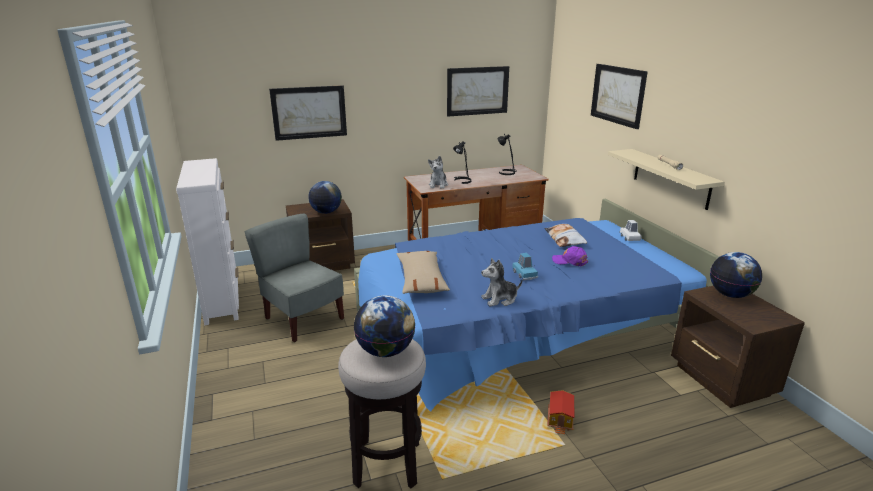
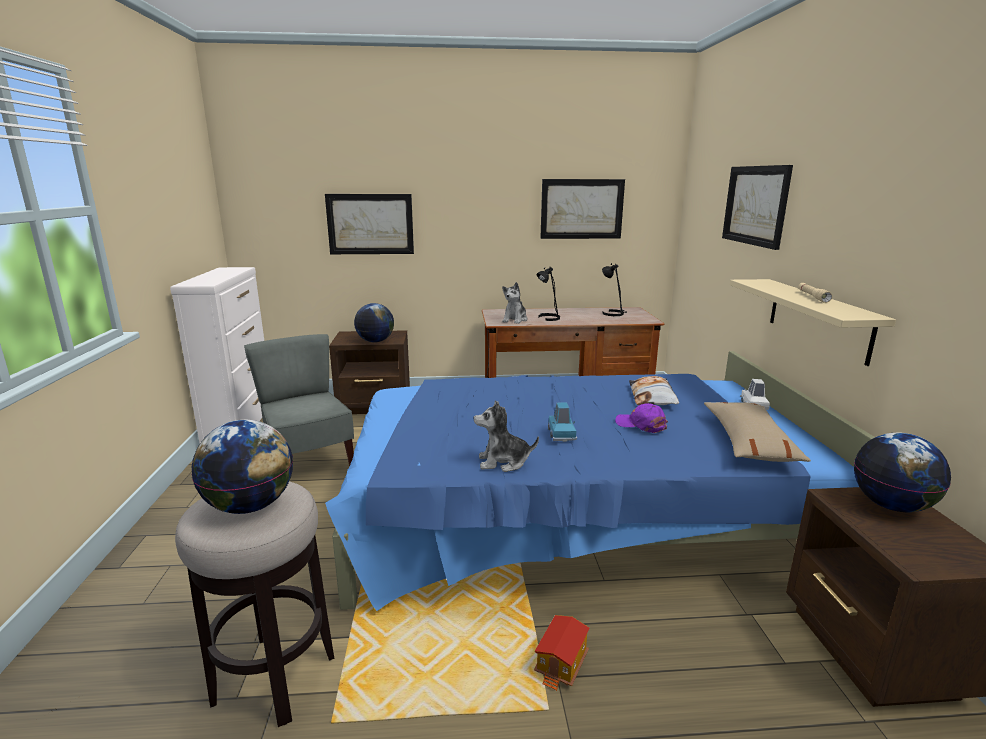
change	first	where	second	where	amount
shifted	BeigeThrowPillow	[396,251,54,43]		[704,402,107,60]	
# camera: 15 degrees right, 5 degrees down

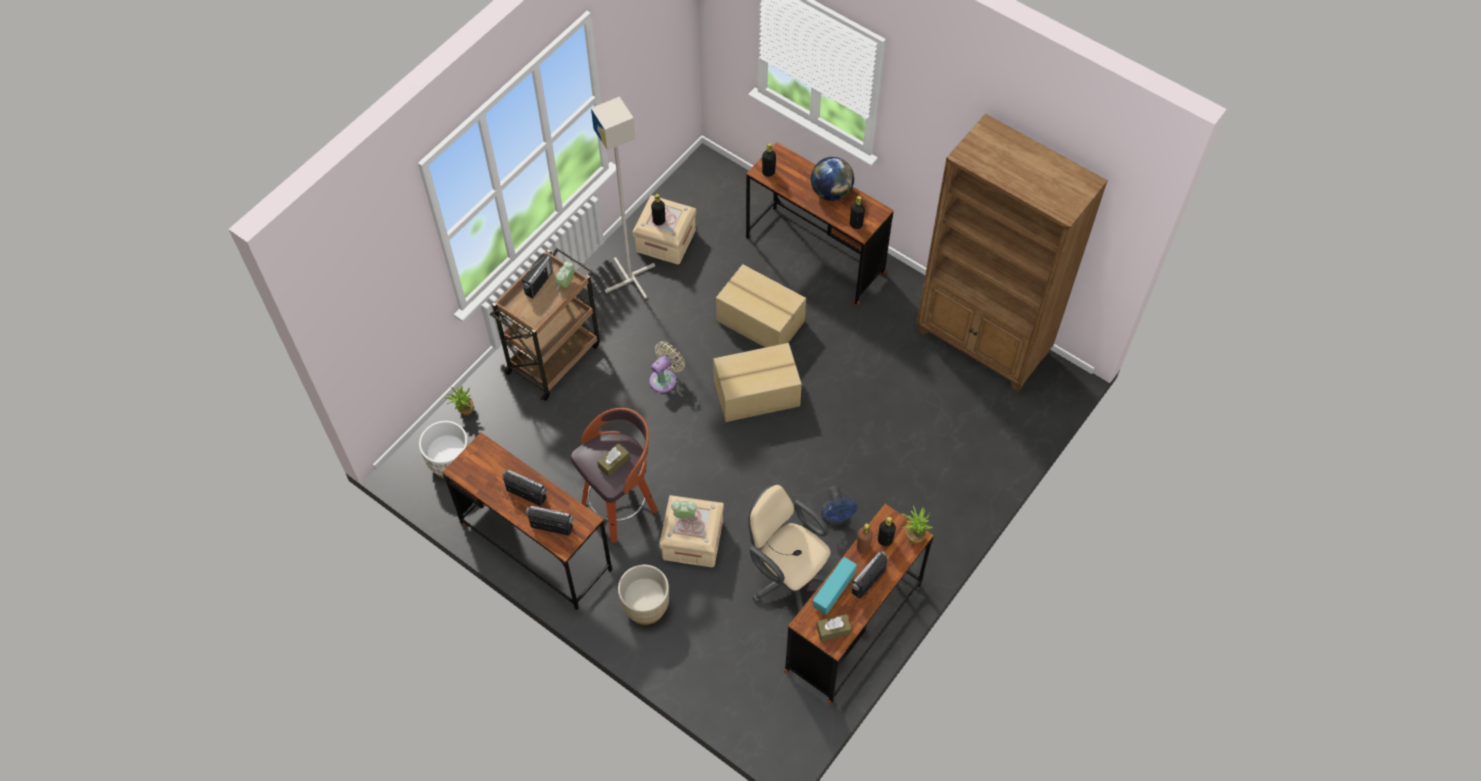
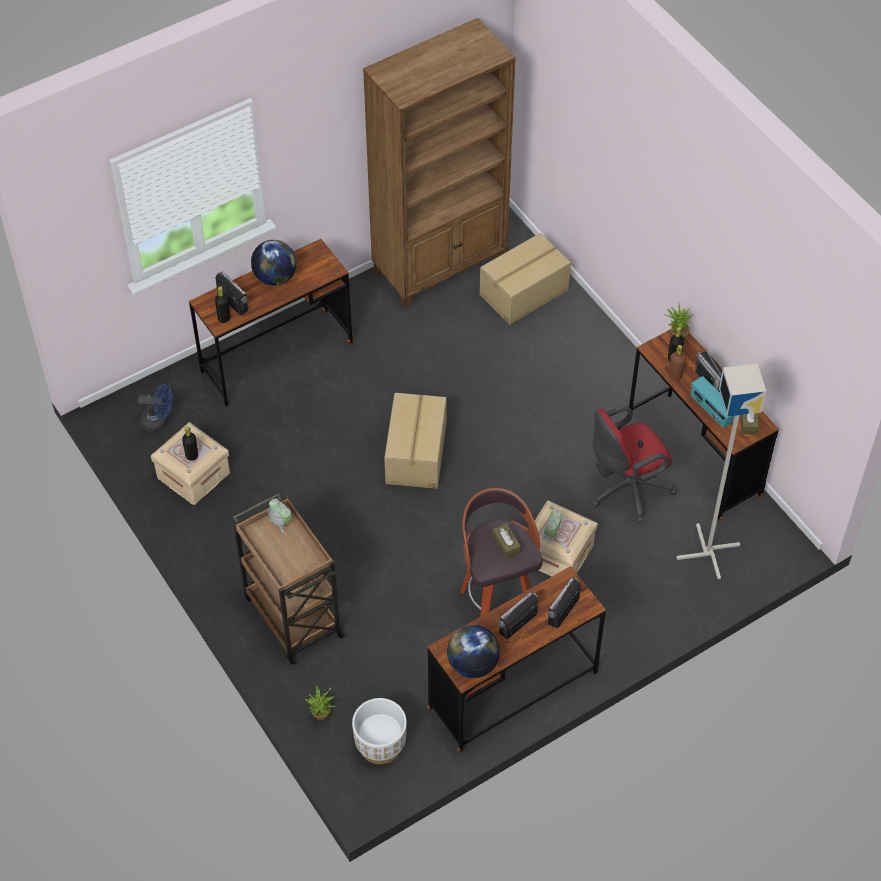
change	first	where	second	where	amount
shifted	BluishElectricFan	[821,486,37,40]		[138,384,34,48]	
shifted	Radio	[522,253,31,45]		[215,272,33,43]	
new			WorldGlobe	[447,625,53,53]	
shifted	CardboardBox	[716,264,90,84]		[480,233,91,92]	
repainted	BeigeComputerChair	[748,484,83,129]	ReddishComputerChair	[591,406,86,117]	
shifted	GrayStandardLamp	[591,97,64,202]		[676,363,90,216]	
gone	BeigePlanter	[618,565,51,60]			
gone	BeigeElectricFan	[649,341,36,52]			
gone	BlackBottle	[850,196,15,33]			
# camera: 70 degrees left, 5 degrees down

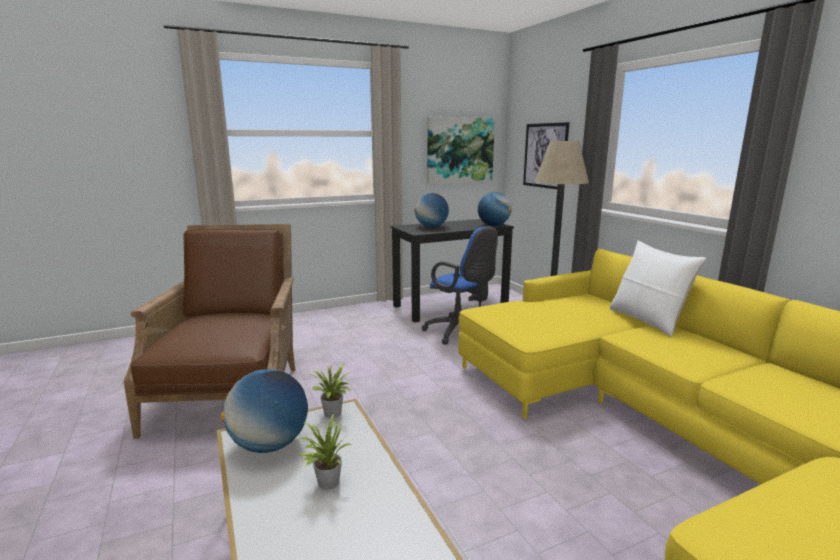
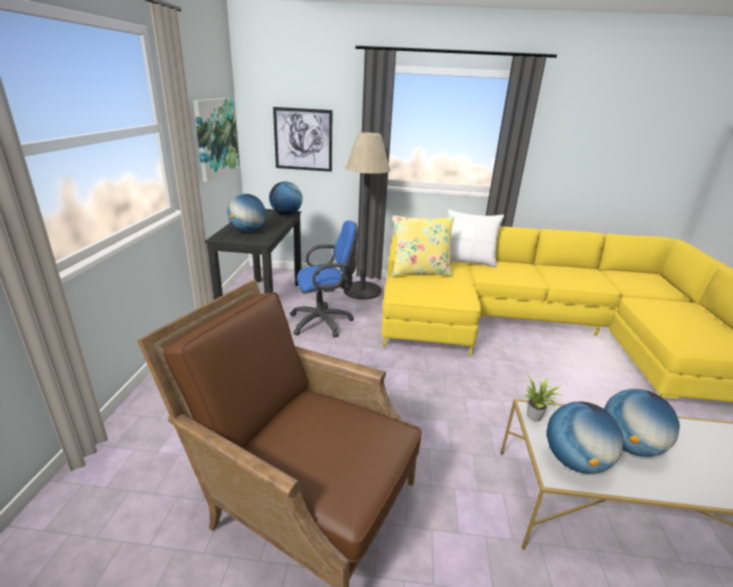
change	first	where	second	where	amount
new			YellowThrowPillow	[391,215,64,62]	
swapped	PlantInAPot	[296,413,55,77]	WorldGlobe	[604,389,76,68]	
# camera: 60 degrees left, 10 degrees up

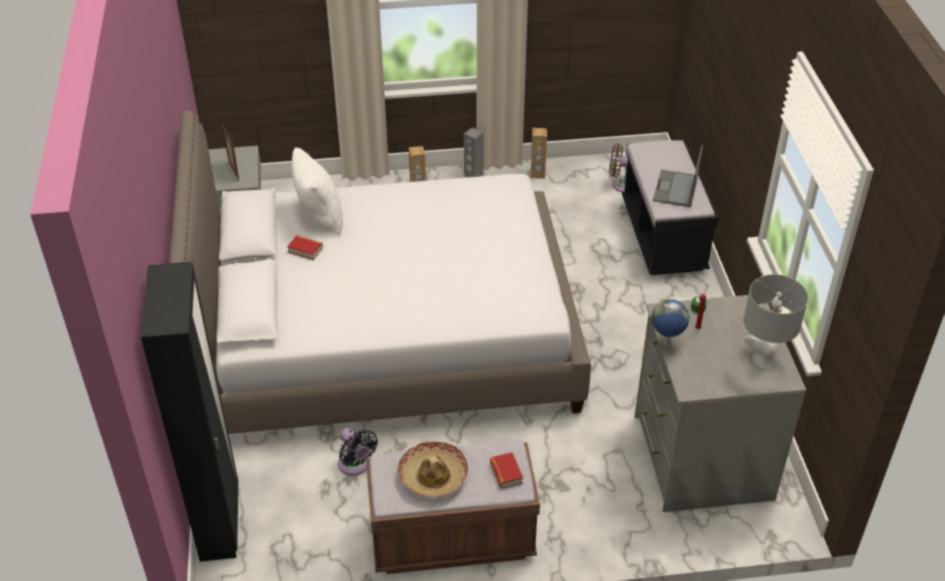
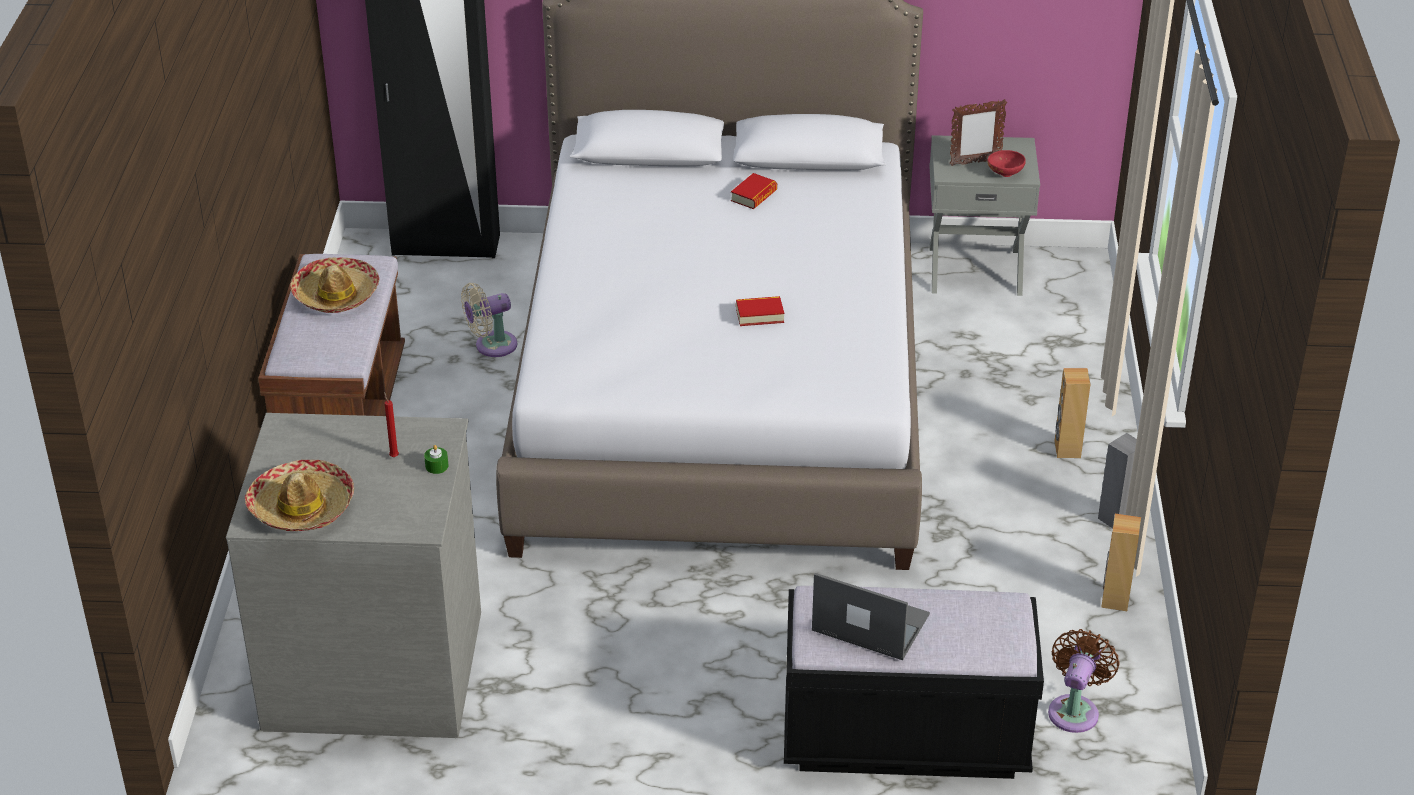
change	first	where	second	where	amount
swapped	GrayTableLamp	[744,274,64,95]	WearableHat	[245,460,109,71]	
repainted	BlackElectricFan	[338,428,40,48]	BeigeElectricFan	[461,283,56,74]	
shifted	Volume	[490,452,33,37]		[736,296,48,30]	
new			ReddishServingBowl	[987,150,39,27]	
gone	WhitishThrowPillow	[292,148,51,87]			
gone	WorldGlobe	[651,299,38,47]			
# camera: 100 degrees right, 5 degrees down

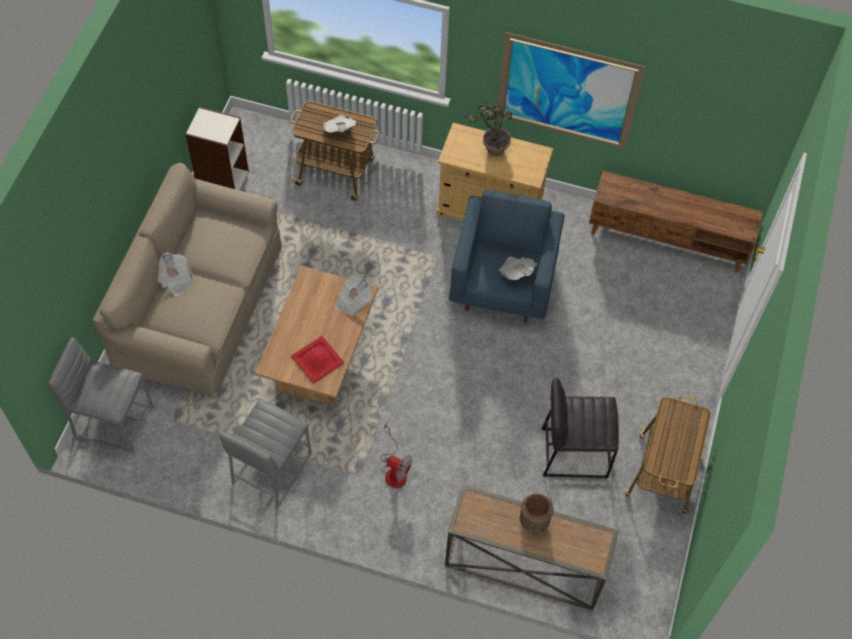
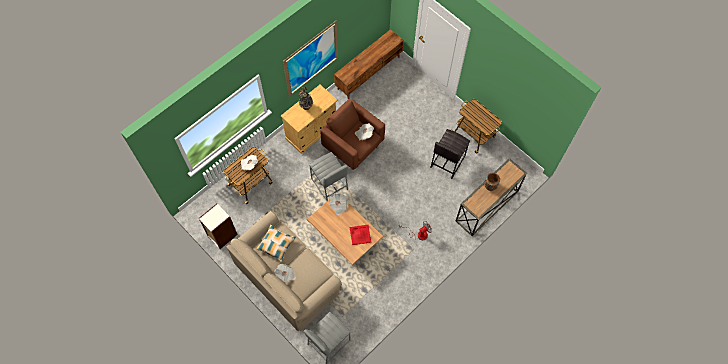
change	first	where	second	where	amount
new			ThrowPillow	[256,225,40,37]	
shifted	GraySittingStool	[219,400,93,108]		[309,152,39,49]	
repainted	BluishArmchair	[449,190,116,132]	BrownishArmchair	[320,99,65,71]	
# camera: 60 degrees left, 5 degrees up

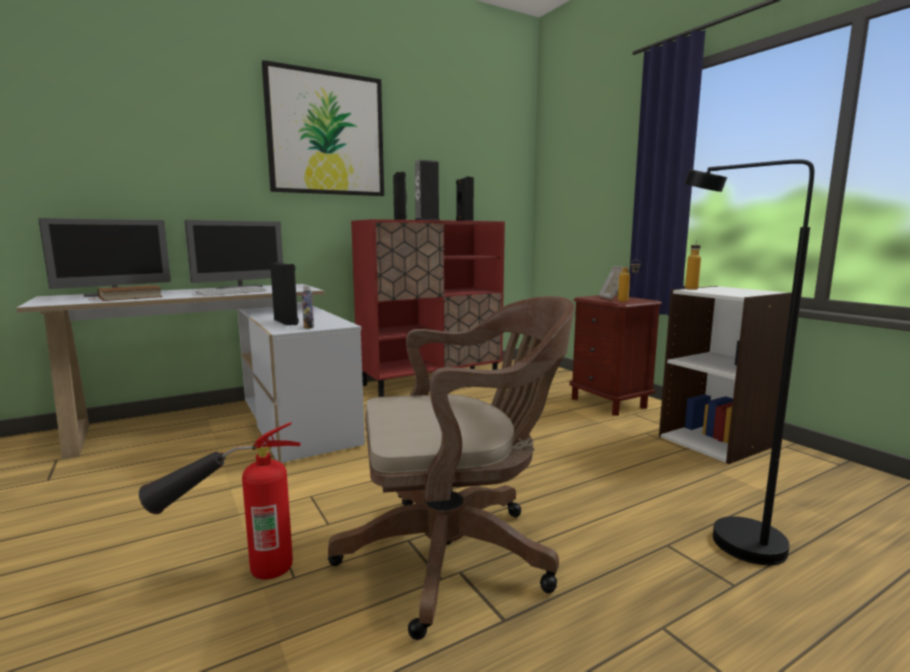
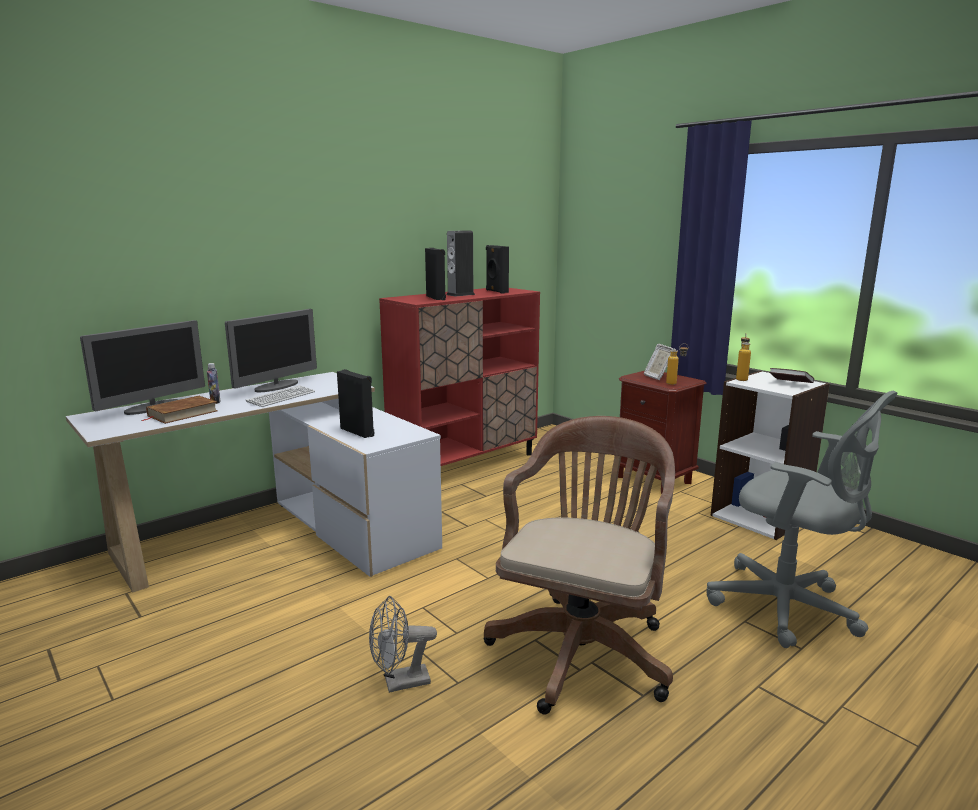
change	first	where	second	where	amount
shifted	Bottle	[302,286,12,43]		[207,363,13,41]	
swapped	FireFightingCylinder	[139,422,162,157]	GrayElectricFan	[369,596,68,97]	
rotated	BrownishComputerChair	[328,296,246,344]		[484,416,191,298]	45 degrees counterclockwise
swapped	BlackStandardLamp	[684,160,130,405]	GrayComputerChair	[707,391,190,257]	
new			Volume	[770,368,44,15]	
gone	WallArt	[262,60,122,136]			
# camera: 10 degrees left, 5 degrees up

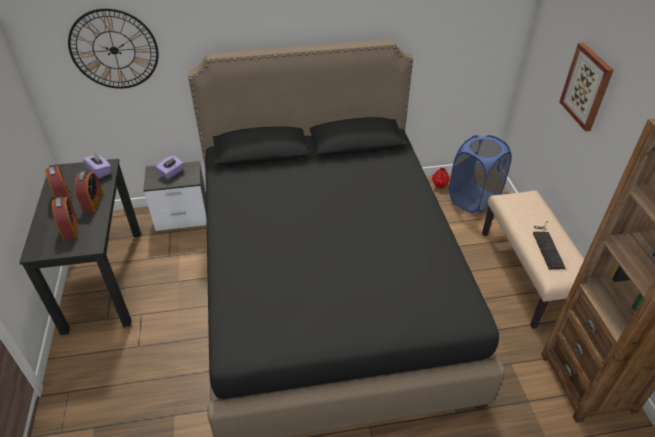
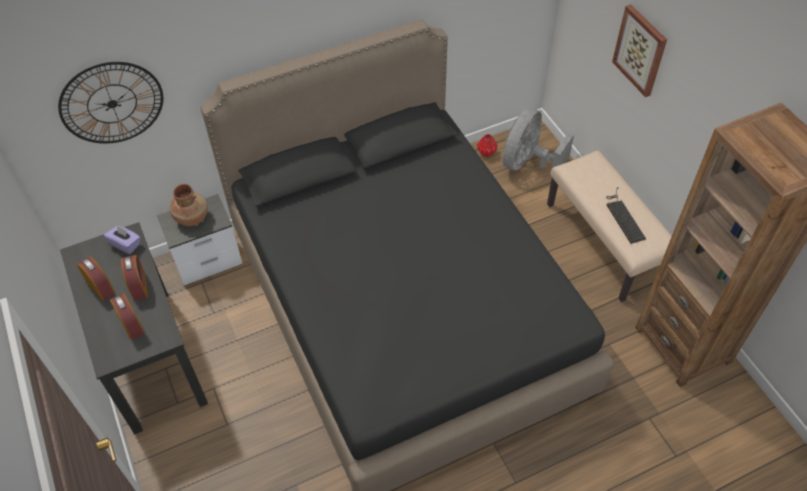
change	first	where	second	where	amount
swapped	PurpleColouredBoxOfTissues	[156,155,27,24]	BrownishDecorativeVase	[170,184,38,42]	
swapped	BluishLaundryBasket	[449,135,63,78]	GrayElectricFan	[503,108,71,68]	
# camera: 15 degrees left, 10 degrees up

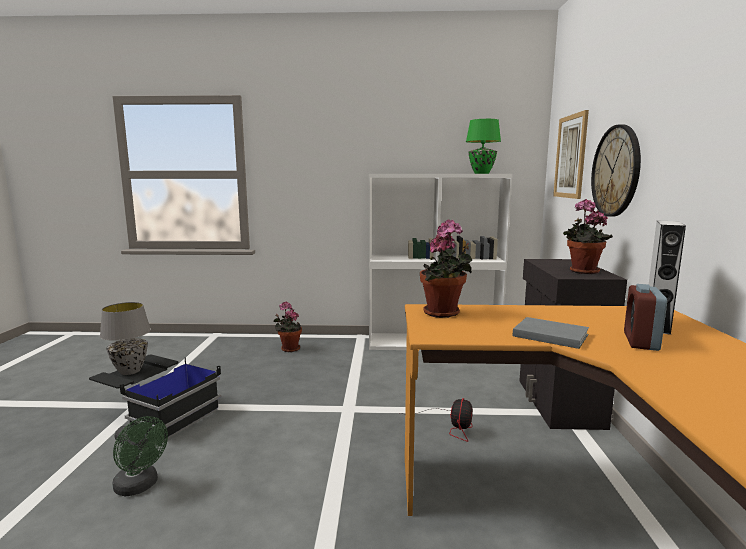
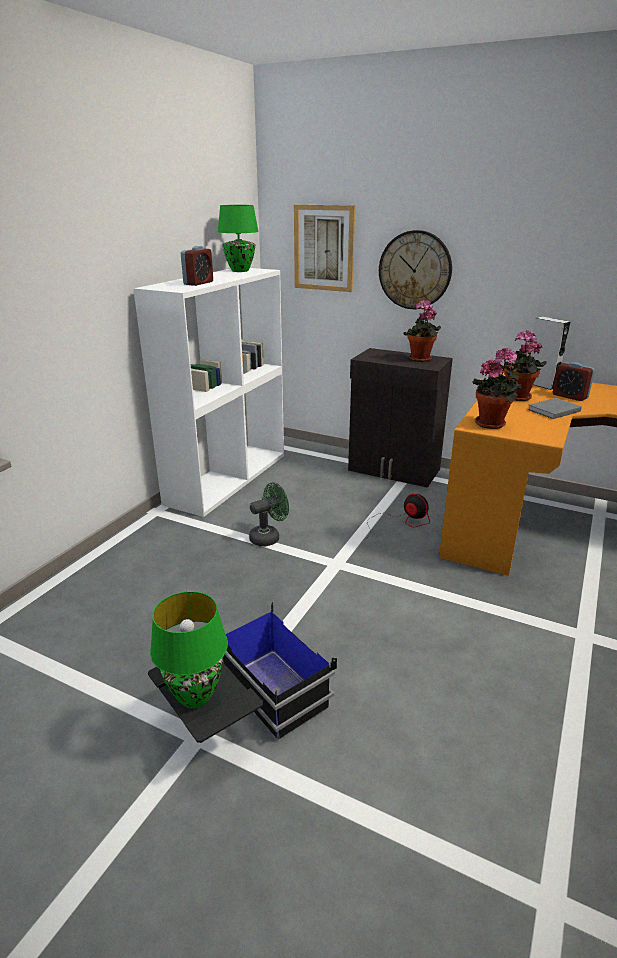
change	first	where	second	where	amount
repainted	GrayTableLamp	[100,302,51,73]	GreenColouredTableLamp	[150,591,78,117]	
new			AlarmClock	[181,246,32,40]	
shifted	GreenColouredElectricFan	[112,416,56,80]		[249,482,40,64]	
shifted	PlantInAPot	[274,301,28,51]		[501,330,46,71]	
# camera: 65 degrees left, 15 degrees up

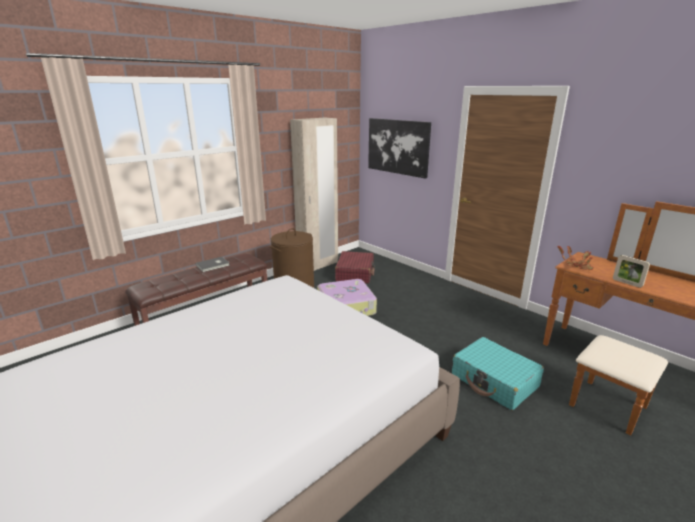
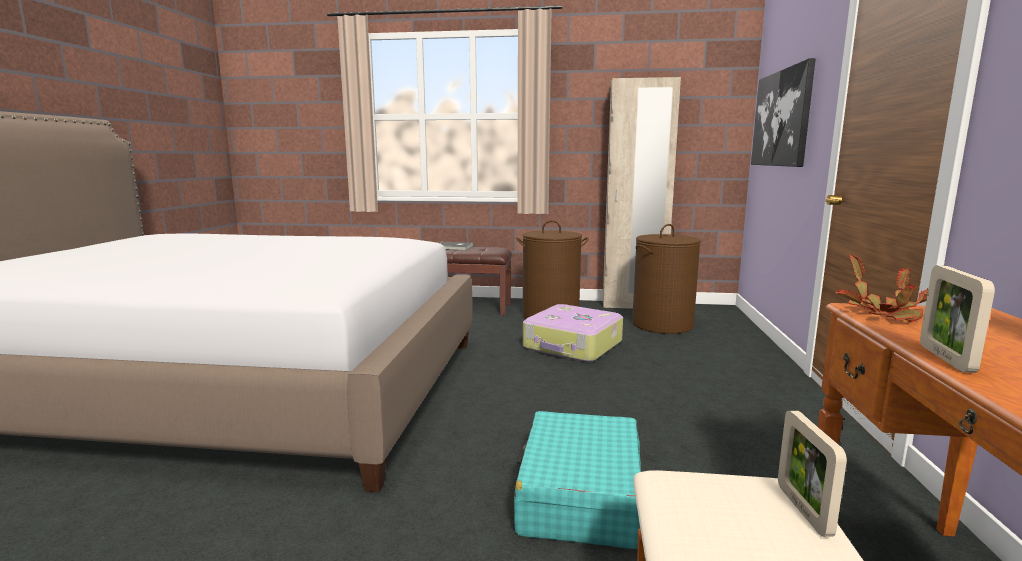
change	first	where	second	where	amount
swapped	ReddishTravelCase	[335,251,40,33]	BrownishLaundryBasket	[632,224,69,110]	
new			PhotoFrame	[778,411,69,126]	
# camera: 50 degrees right, 10 degrees down

